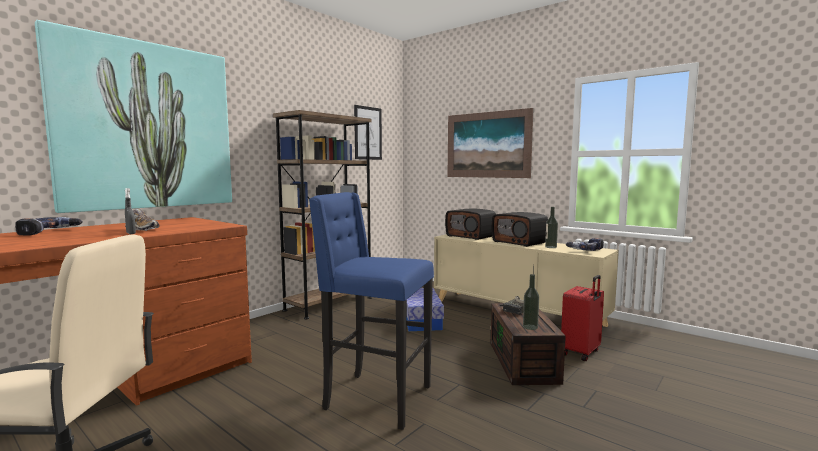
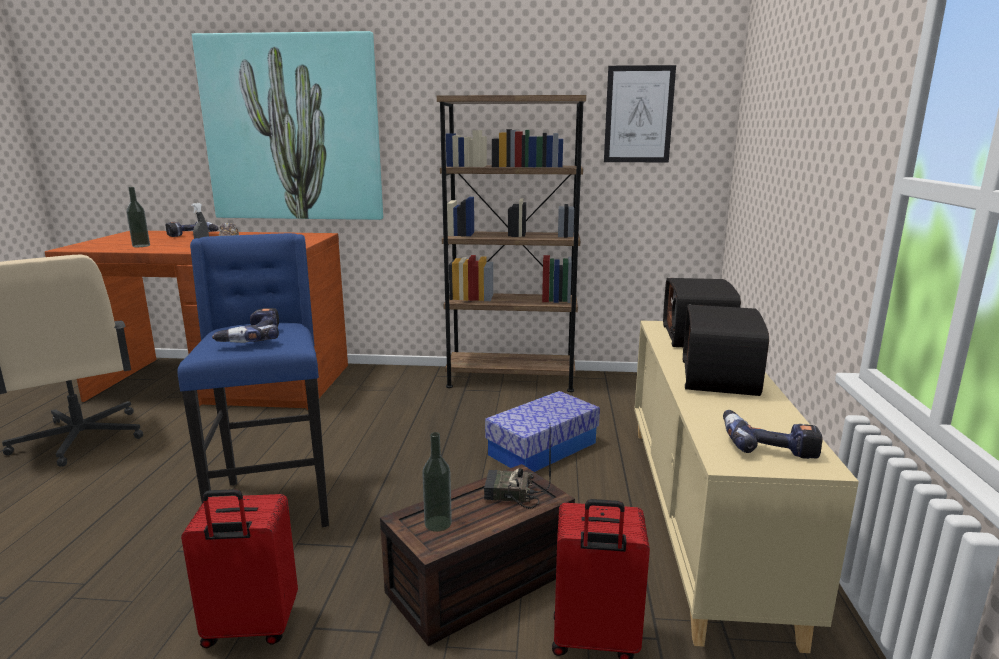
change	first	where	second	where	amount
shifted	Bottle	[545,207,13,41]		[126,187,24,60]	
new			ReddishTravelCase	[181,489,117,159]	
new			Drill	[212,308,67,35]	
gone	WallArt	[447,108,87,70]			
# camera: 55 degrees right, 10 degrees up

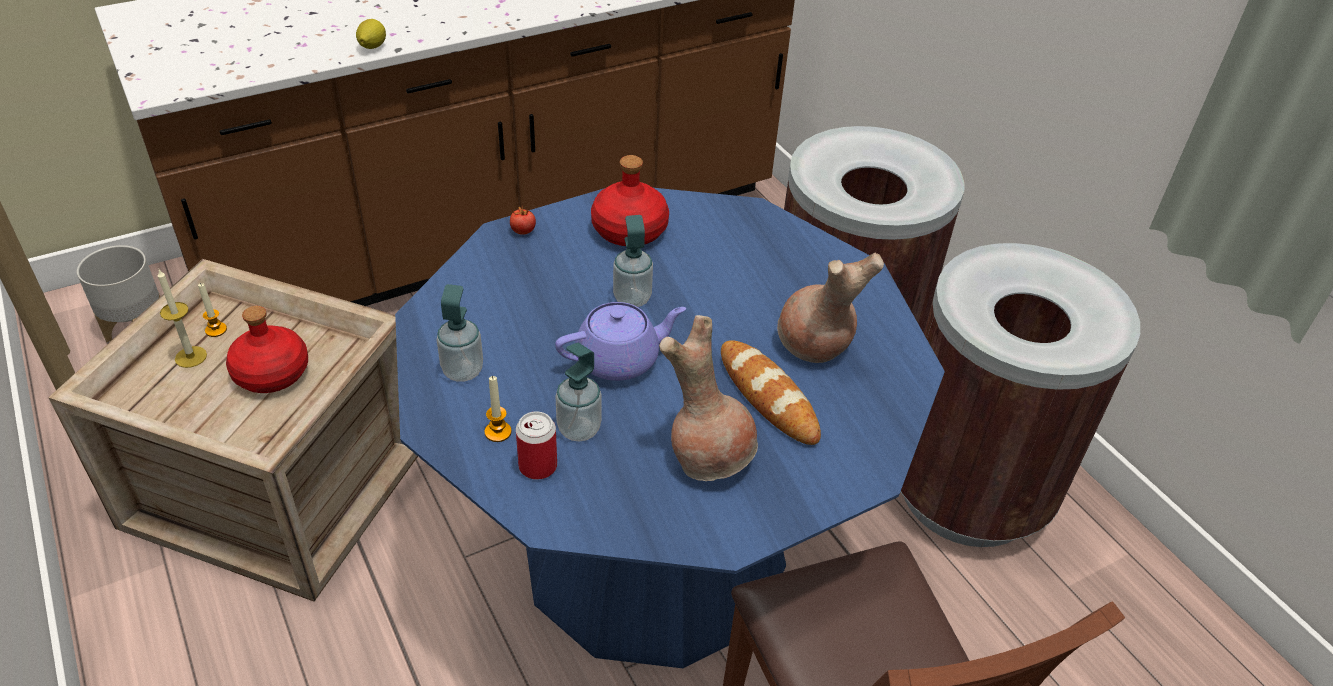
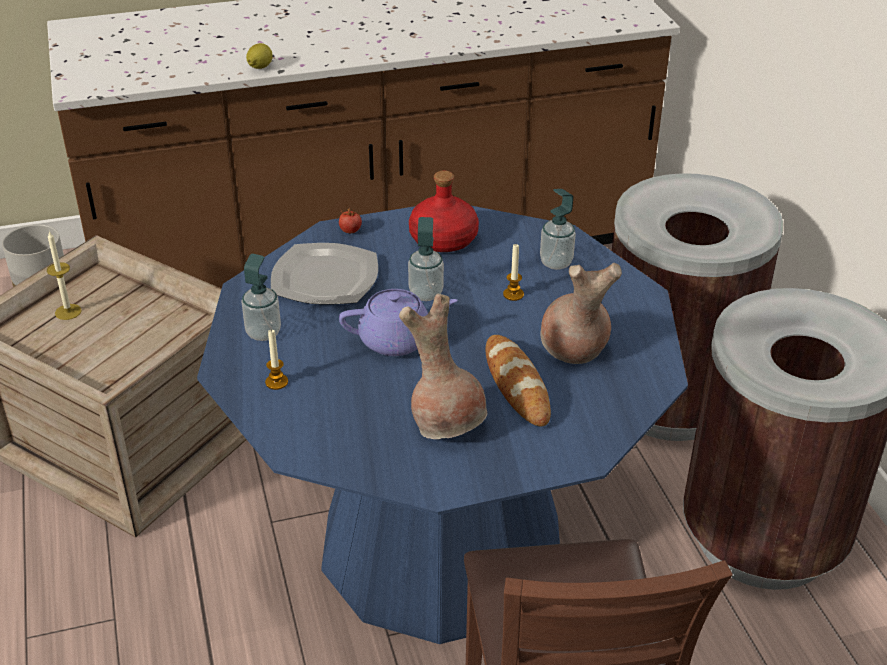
change	first	where	second	where	amount
new			DinnerPlate	[271,243,107,62]	
shifted	WaxCandle	[198,283,29,54]		[503,244,21,57]	
shifted	SoapDispenser	[555,343,47,99]		[540,189,36,81]	
gone	ReddishBottle	[226,306,82,87]			
gone	SealedCan	[516,411,41,69]			
# camera: 15 degrees right, 5 degrees down

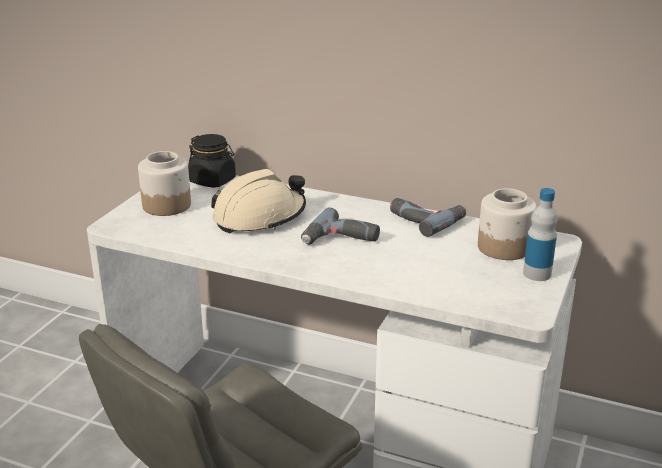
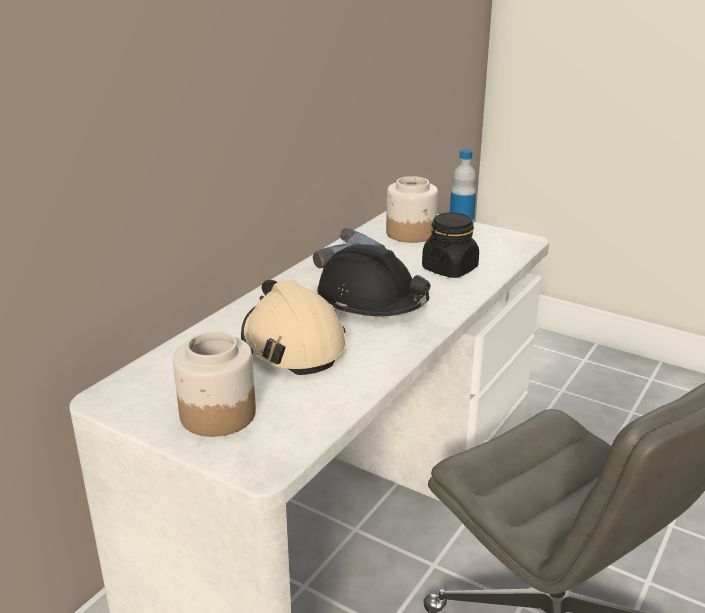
change	first	where	second	where	amount
swapped	Drill	[301,208,79,37]	BlackSafetyHelmet	[317,244,113,73]	
shifted	BlackStorageJar	[188,134,48,54]		[422,212,57,66]	
# camera: 80 degrees left, 0 degrees up

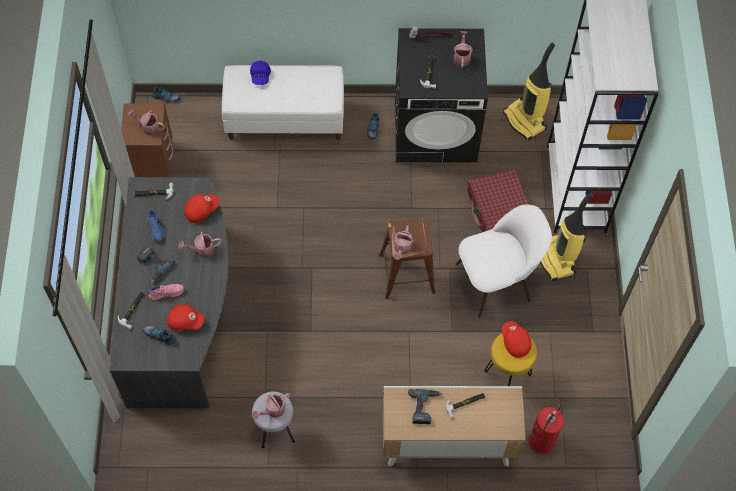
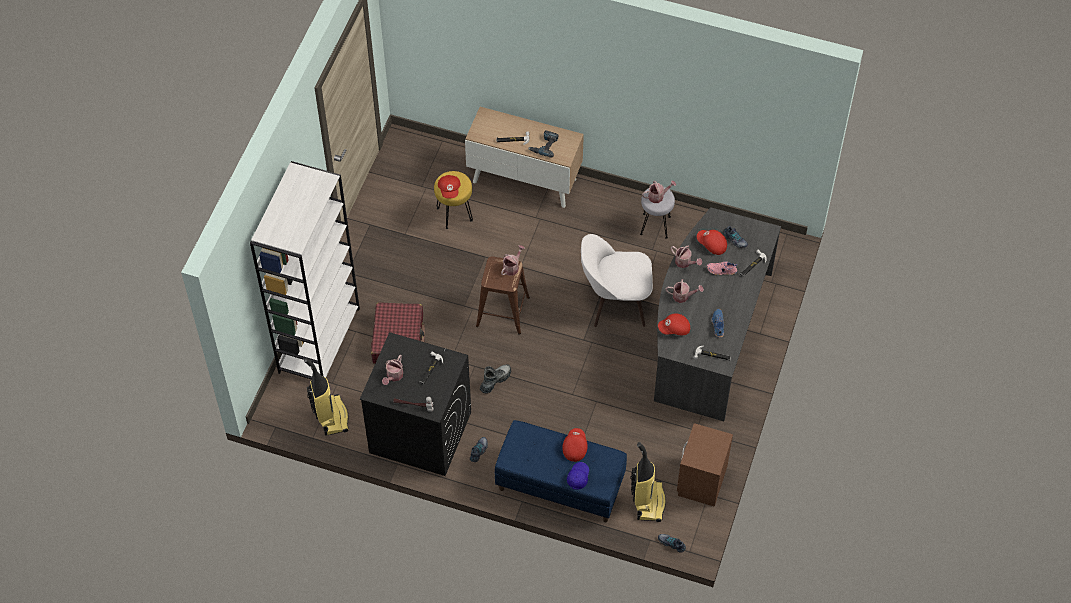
change	first	where	second	where	amount
new			Boot	[480,364,31,30]	
repainted	WhitishIndoorBench	[222,65,122,75]	BluishIndoorBench	[495,420,132,102]	
new			ReddishBaseballCap	[562,428,26,34]	
shifted	WhitishPlainChair	[456,204,96,114]		[581,234,72,93]	
shifted	Vacuum	[540,192,54,89]		[630,442,36,80]	
shifted	WateringCan	[127,109,38,26]		[671,246,31,22]	
gone	Drill	[136,245,39,38]			
gone	FireFightingCylinder	[528,403,36,51]			
# camera: 160 degrees left, 5 degrees down

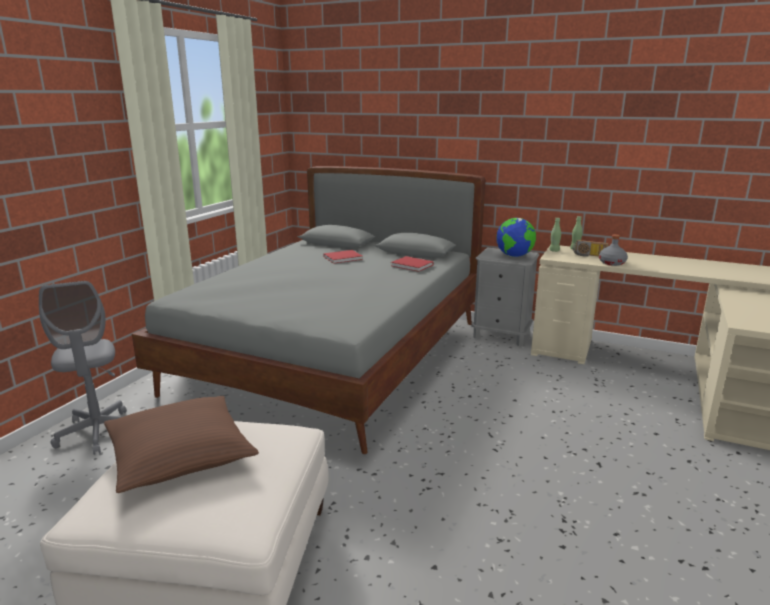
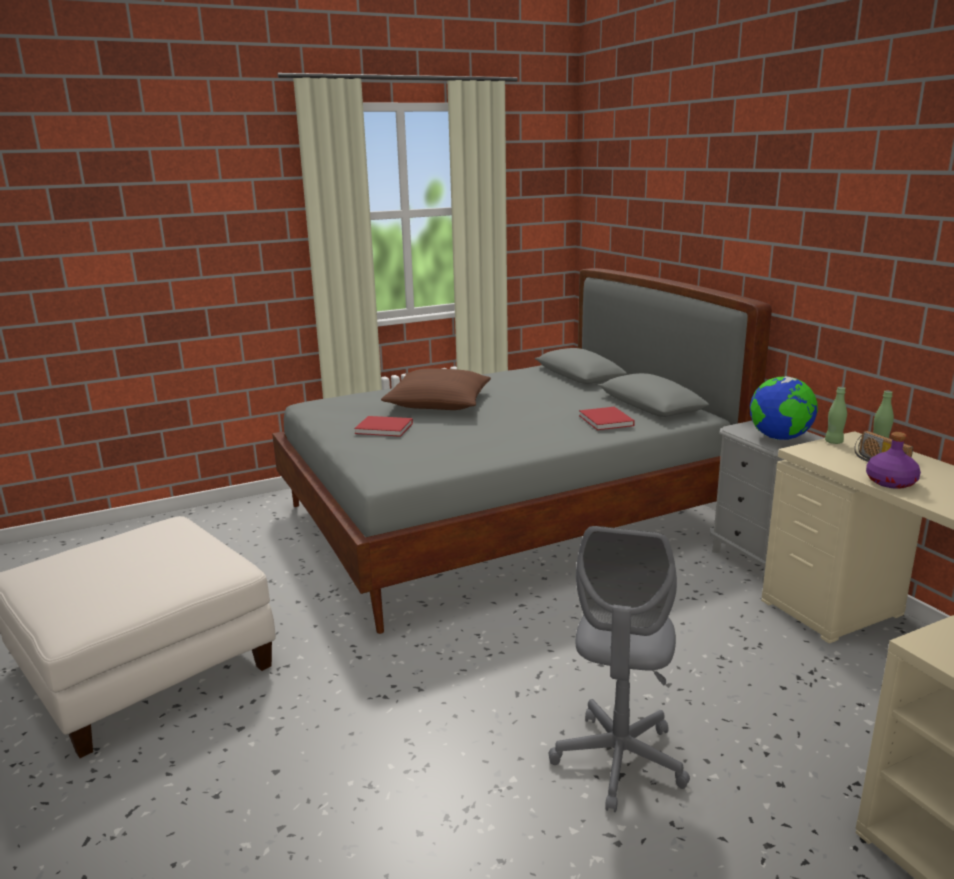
change	first	where	second	where	amount
shifted	ReddishVolume	[323,250,40,14]		[354,416,59,21]	
shifted	BrownishThrowPillow	[104,396,155,97]		[381,368,110,42]	
shifted	GrayComputerChair	[39,281,88,174]		[548,526,142,286]	
repainted	GrayBottle	[599,234,29,32]	PurpleColouredBottle	[866,432,55,57]	
# camera: 40 degrees right, 0 degrees up

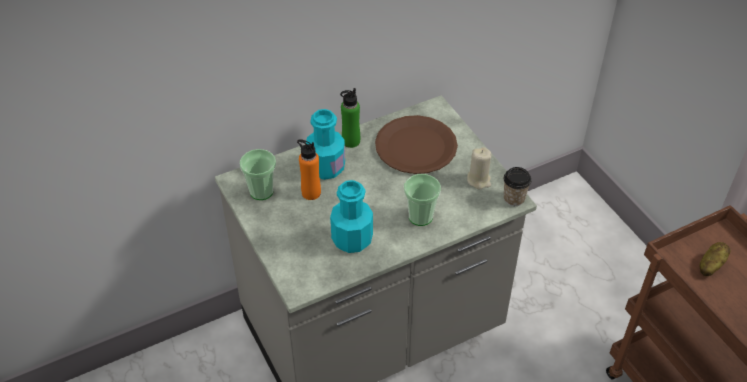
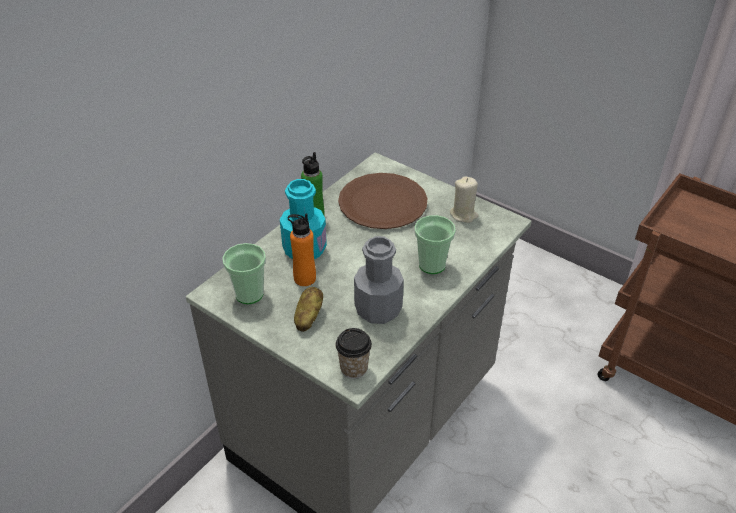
change	first	where	second	where	amount
shifted	WholePotato	[700,242,31,34]		[294,287,29,45]	
shifted	SmallCup	[504,167,27,39]		[336,328,36,51]	
repainted	BlueGreenBottle	[330,180,43,73]	GrayBottle	[354,236,50,88]	
# camera: 25 degrees left, 5 degrees down

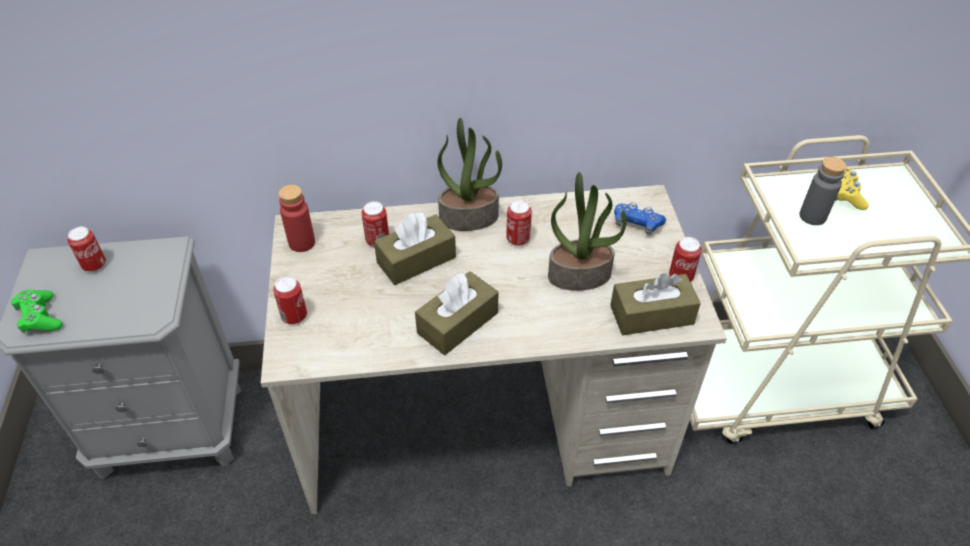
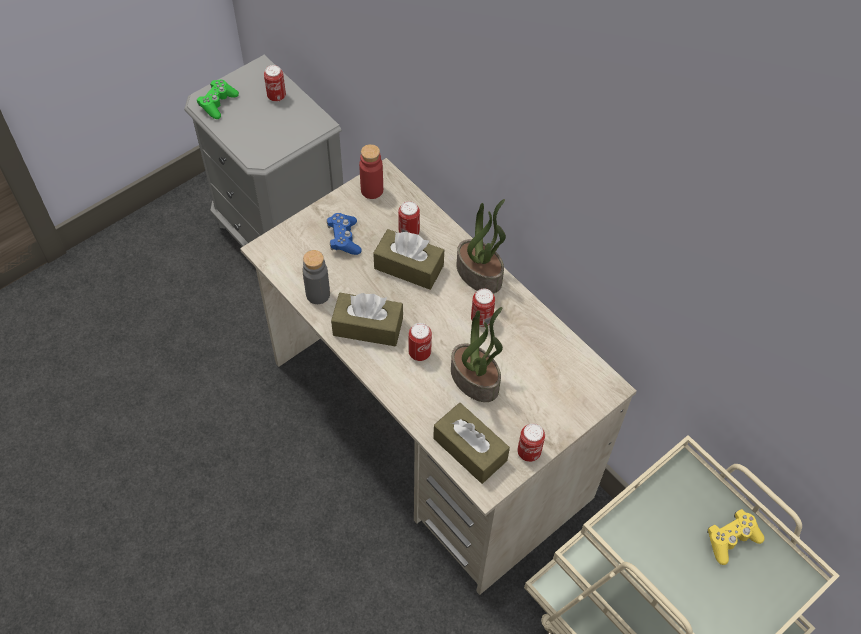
change	first	where	second	where	amount
shifted	GrayBottle	[800,157,46,68]		[302,250,28,54]	
shifted	BluishGamepad	[614,202,52,33]		[327,213,35,42]	
shifted	SealedCan	[273,276,34,48]		[409,323,23,38]	
# camera: 55 degrees right, 10 degrees up

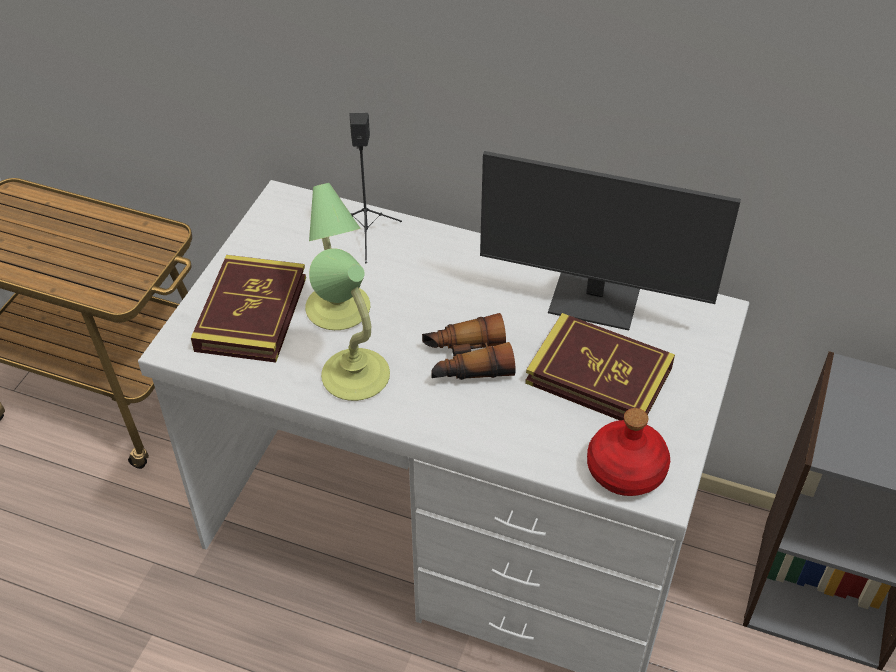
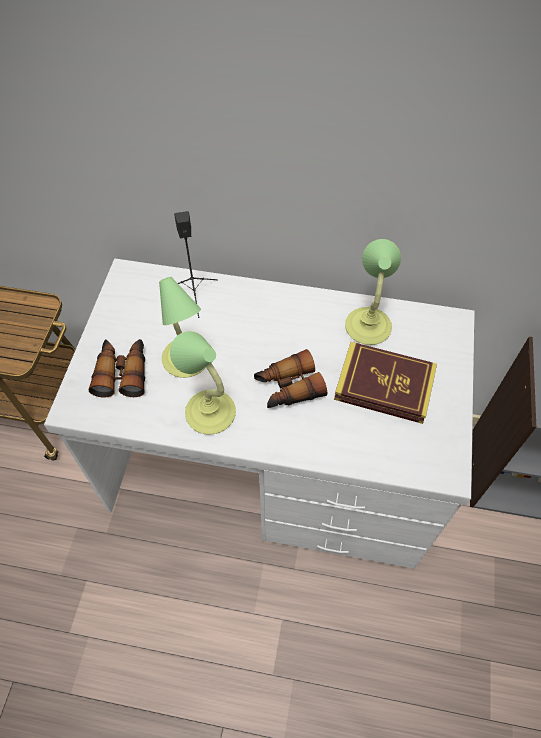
change	first	where	second	where	amount
swapped	Volume	[191,255,115,108]	FieldGlasses	[89,339,56,59]	
swapped	Monitor	[480,151,261,179]	TableLamp	[345,239,56,106]	
gone	ReddishBottle	[587,408,83,88]			
# camera: 10 degrees left, 10 degrees up

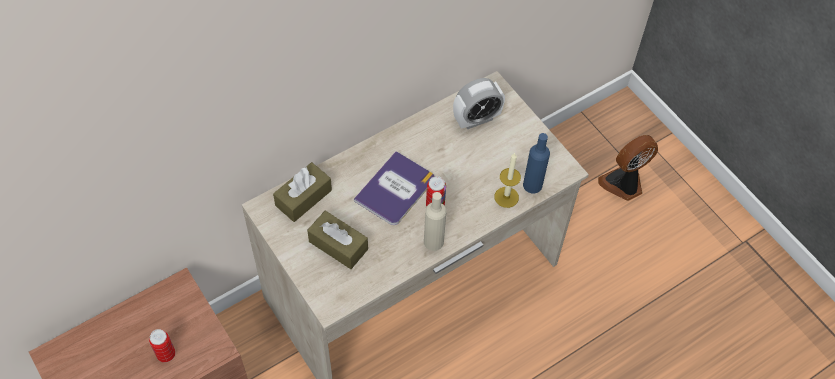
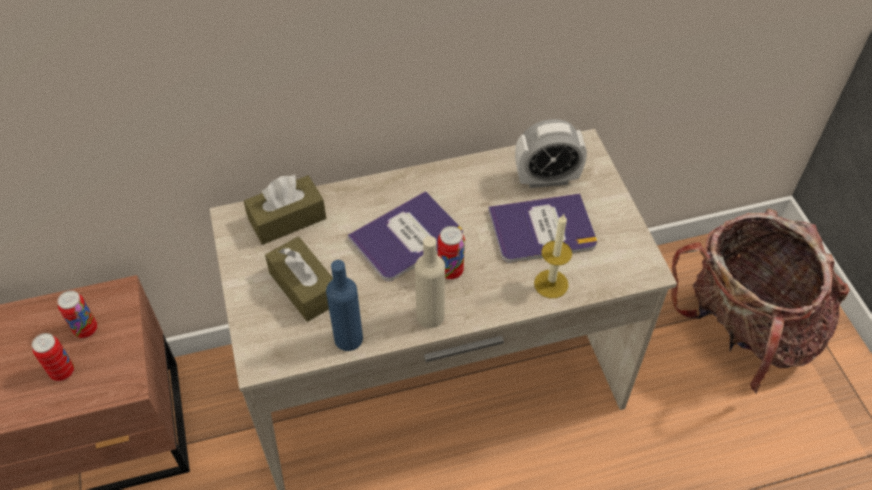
change	first	where	second	where	amount
new			SealedCan	[58,290,39,48]	
shifted	BluishBottle	[523,133,27,61]		[326,260,37,91]	
new			Volume	[488,193,109,70]	
swapped	ElectricFan	[598,135,60,66]	Rucksack	[671,209,179,185]	
# camera: 20 degrees right, 5 degrees down

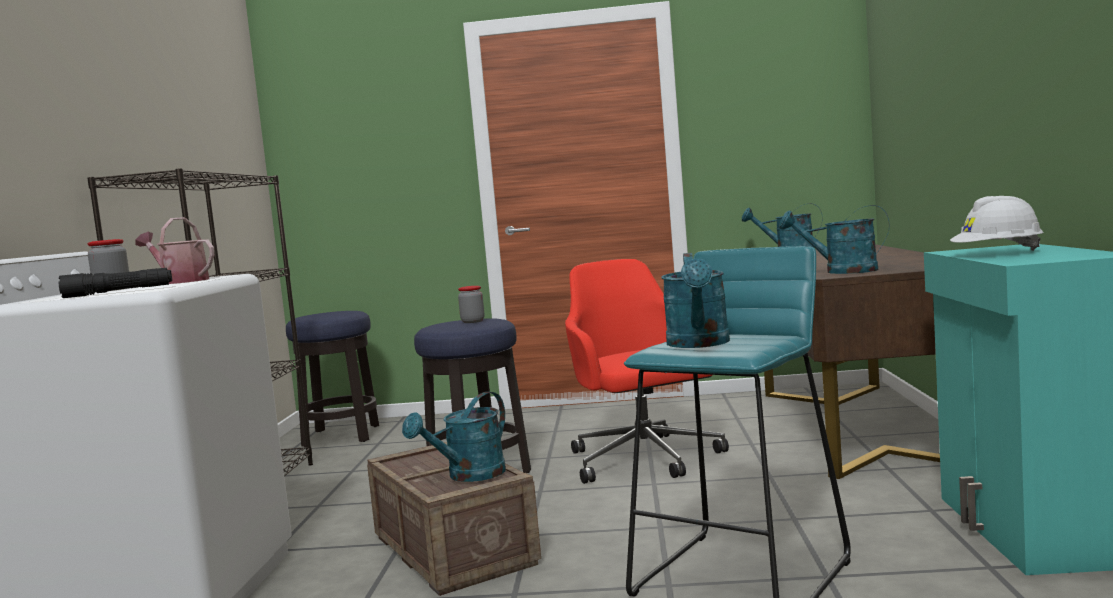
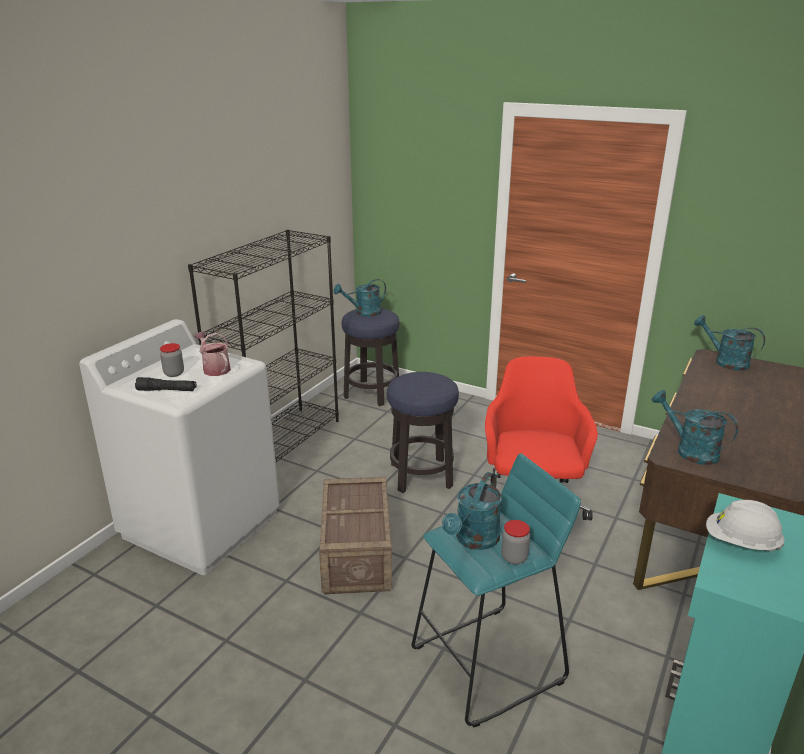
change	first	where	second	where	amount
shifted	BlueGreenWateringCan	[402,392,104,90]		[334,279,52,38]	
shifted	StorageJar	[458,286,26,37]		[501,520,29,45]	
# camera: 25 degrees right, 20 degrees up

